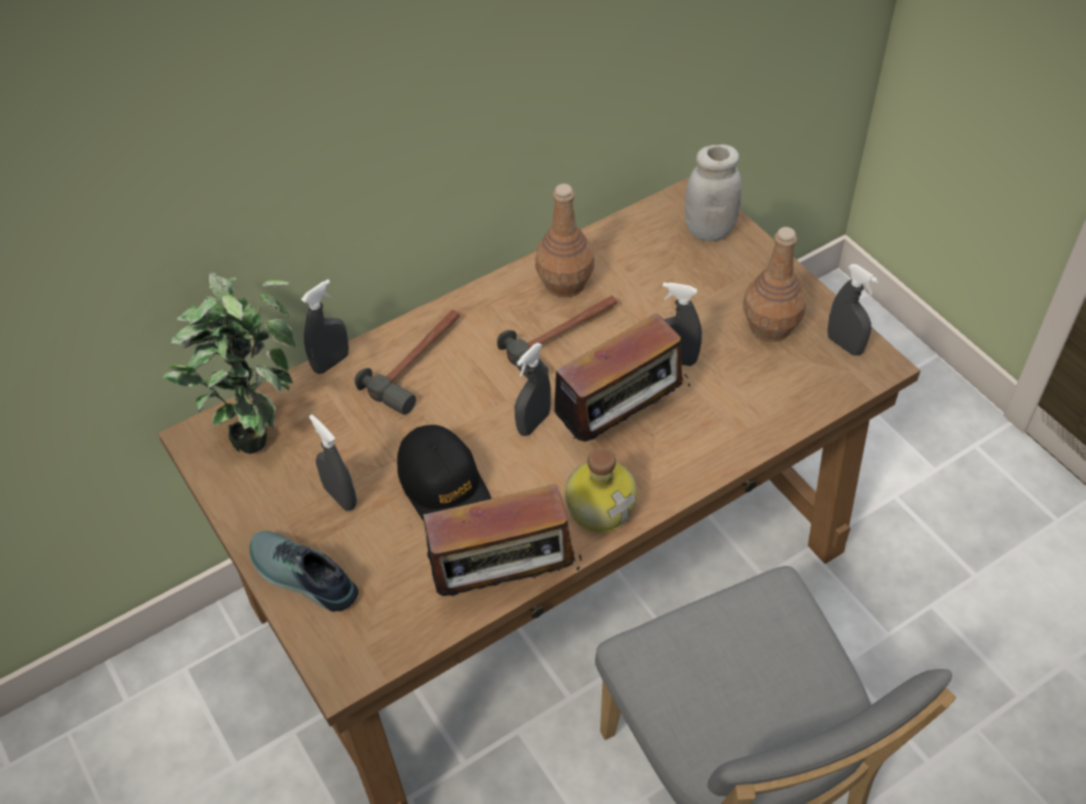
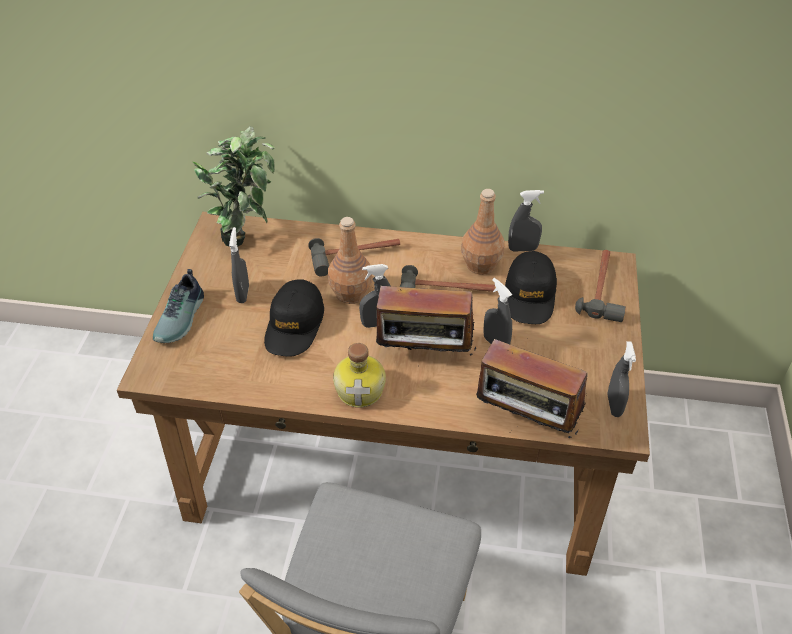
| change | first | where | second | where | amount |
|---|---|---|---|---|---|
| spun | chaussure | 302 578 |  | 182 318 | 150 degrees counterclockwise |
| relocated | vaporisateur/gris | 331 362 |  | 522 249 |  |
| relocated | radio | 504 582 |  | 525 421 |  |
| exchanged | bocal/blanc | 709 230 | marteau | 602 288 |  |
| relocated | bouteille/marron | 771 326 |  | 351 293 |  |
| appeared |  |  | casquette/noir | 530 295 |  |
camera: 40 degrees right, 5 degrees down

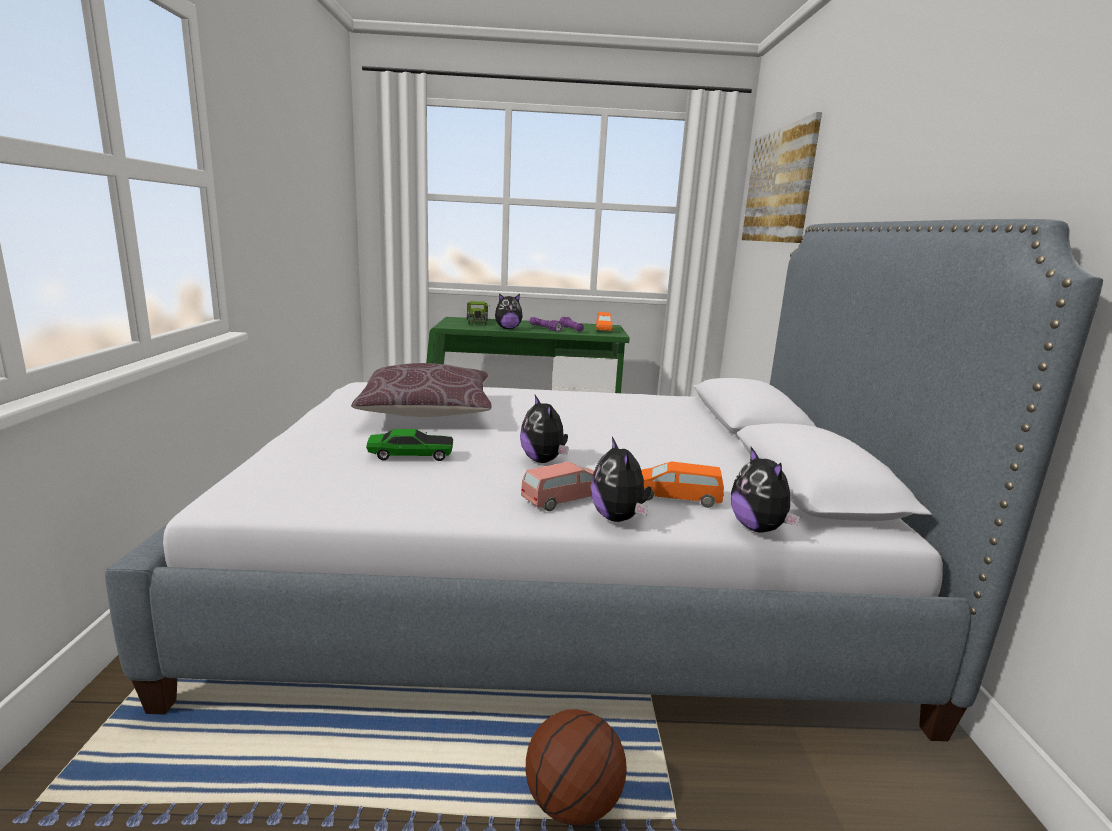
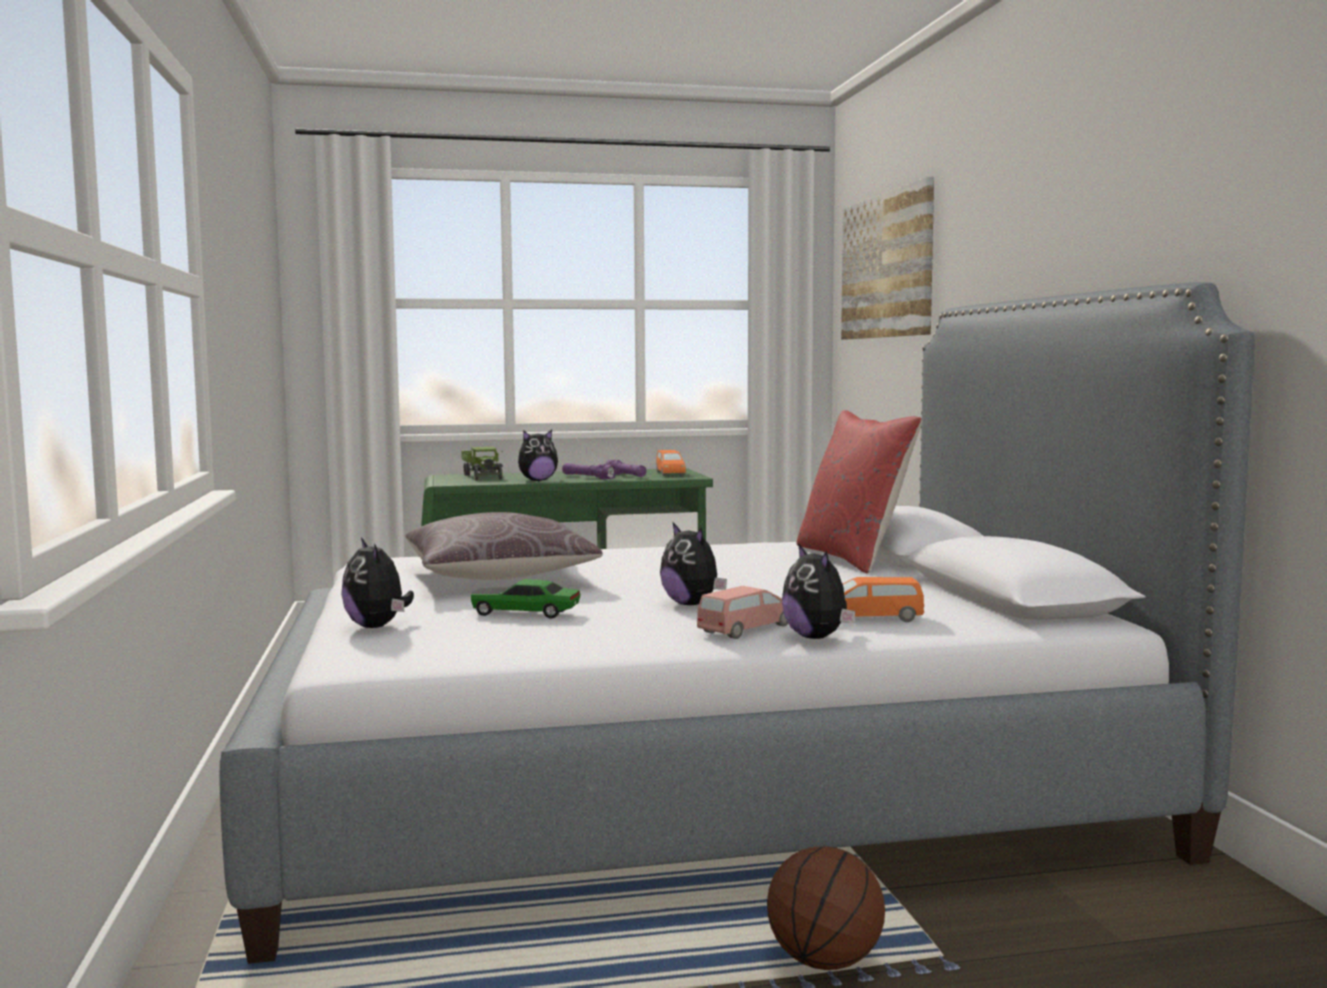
| change | first | where | second | where | amount |
|---|---|---|---|---|---|
| spun | petite voiture | 411 455 |  | 525 613 | 150 degrees counterclockwise |
| relocated | peluche | 759 528 |  | 377 626 |  |
| appeared |  |  | coussin/rouge | 853 558 |  |
camera: 10 degrees left, 10 degrees down

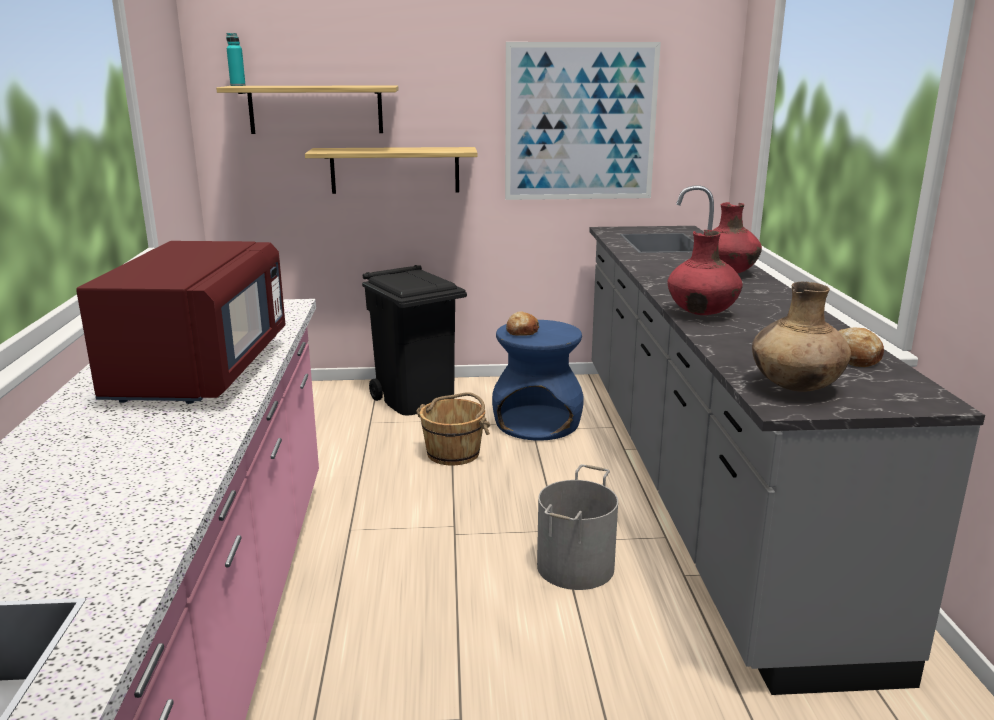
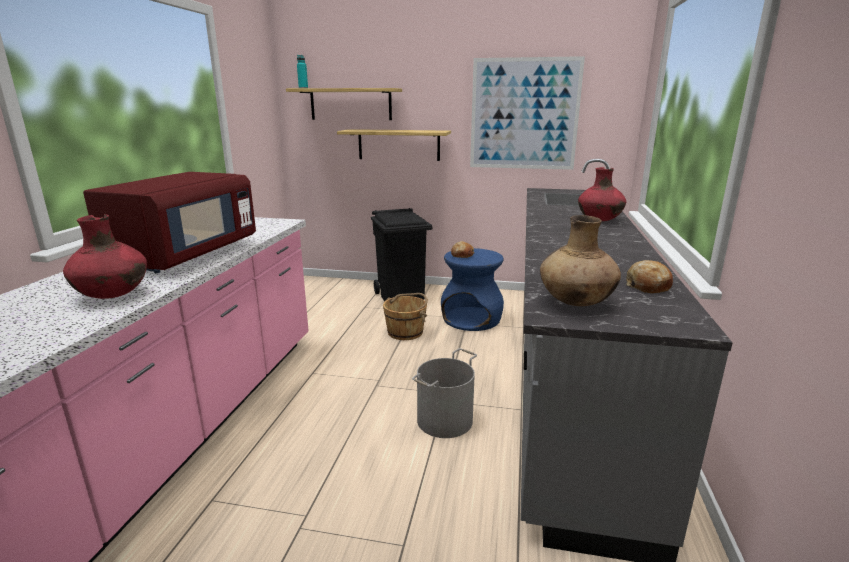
| change | first | where | second | where | amount |
|---|---|---|---|---|---|
| relocated | vase/rouge | 702 313 |  | 113 296 |  |
camera: 15 degrees right, 0 degrees up

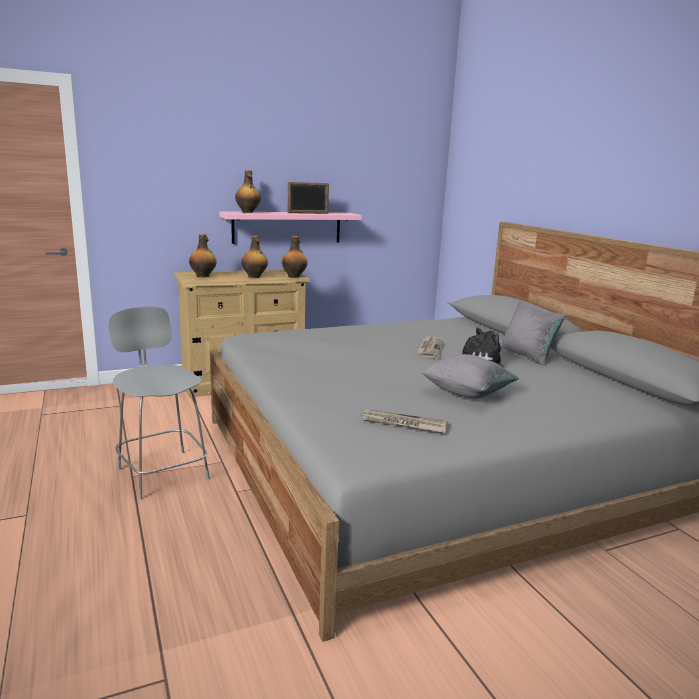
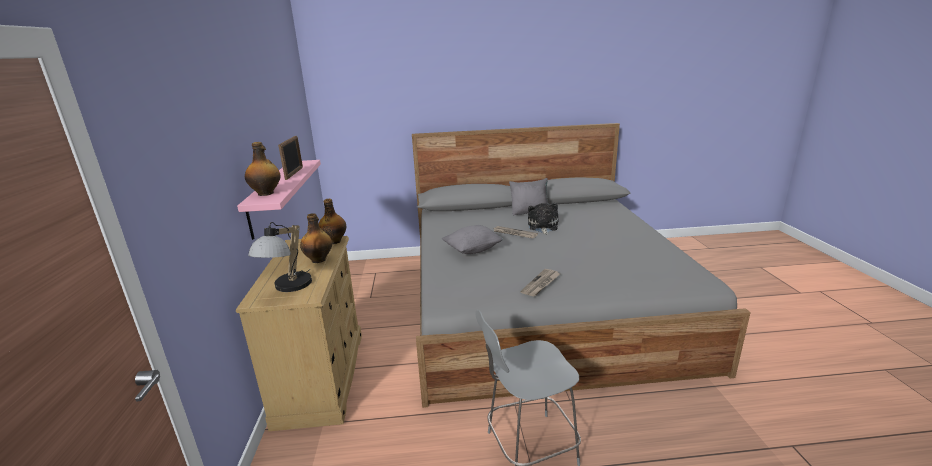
| change | first | where | second | where | amount |
|---|---|---|---|---|---|
| exchanged | bouteille | 203 276 | lampe de table | 288 288 |  |
| relocated | journal | 403 424 |  | 541 284 |  |
| relocated | coussin/gris | 467 393 |  | 473 250 |  |
camera: 70 degrees left, 5 degrees up

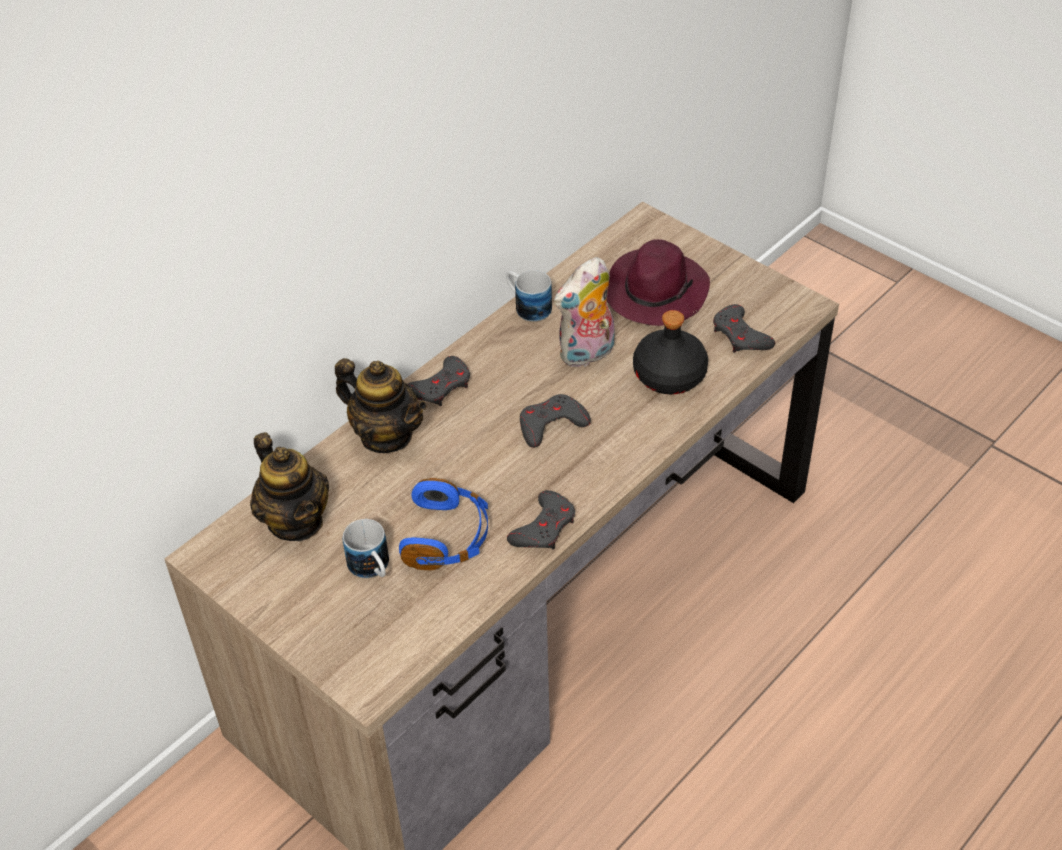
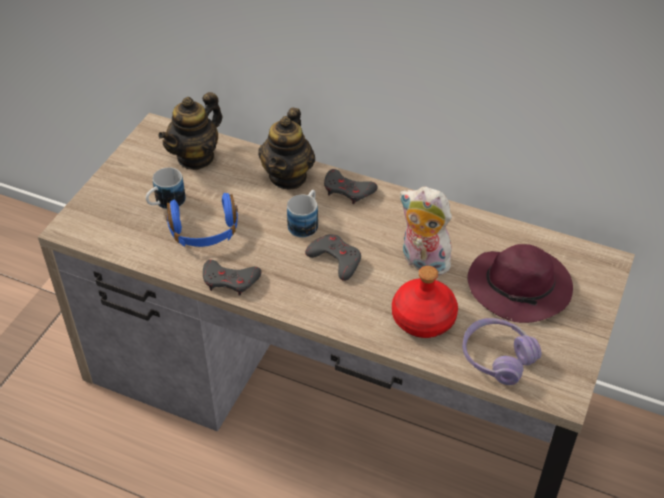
| change | first | where | second | where | amount |
|---|---|---|---|---|---|
| relocated | mug | 527 306 |  | 305 222 |  |
| colour | bouteille/noir | 668 375 | bouteille/rouge | 422 318 |  |
| exchanged | manette/gris | 740 335 | casque audio/violet | 497 357 |  |
camera: 70 degrees right, 0 degrees up

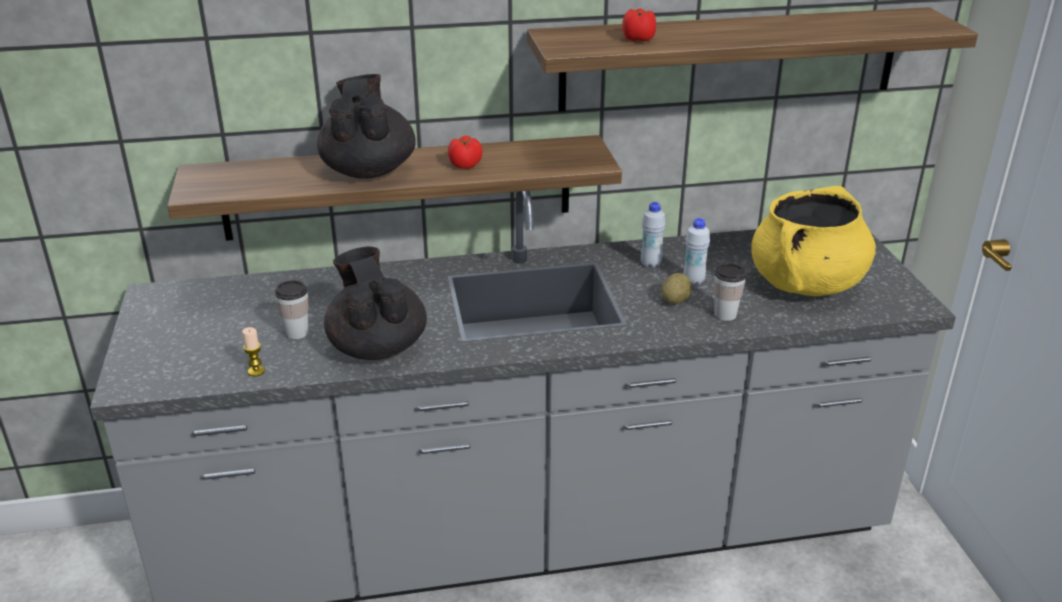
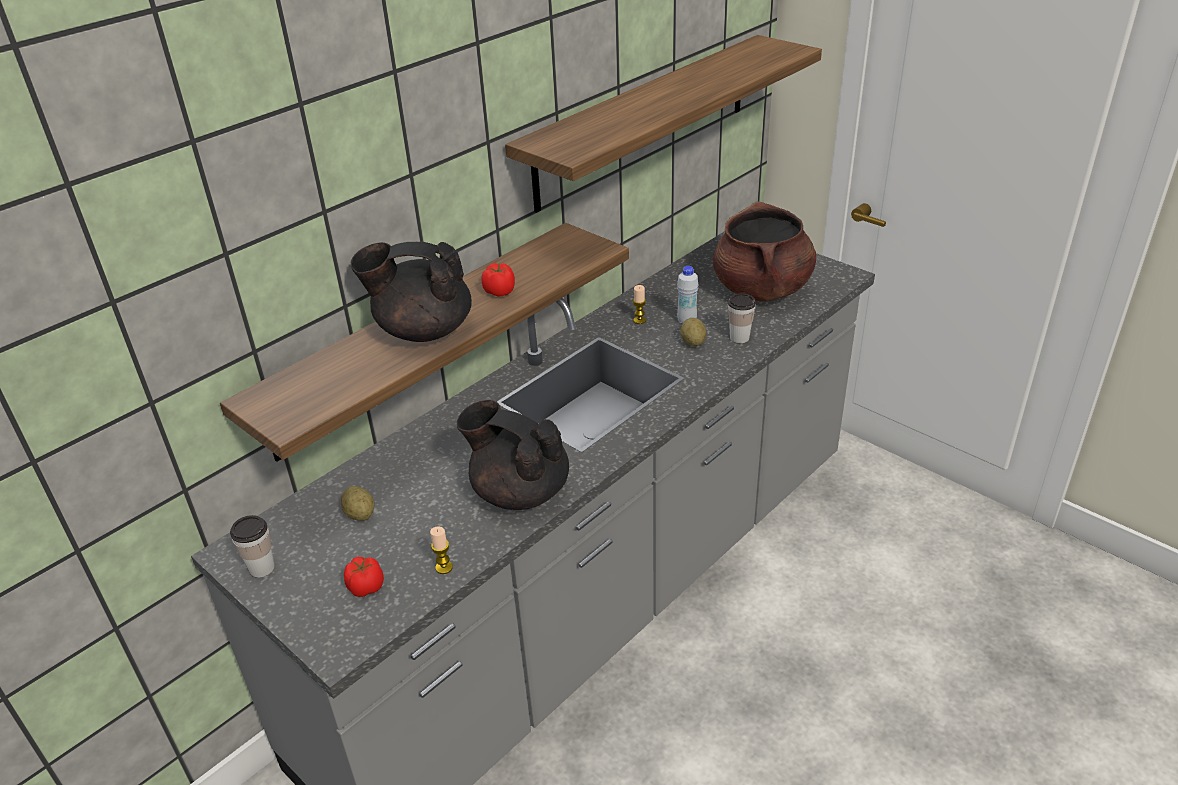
| change | first | where | second | where | amount |
|---|---|---|---|---|---|
| relocated | tasse | 297 333 |  | 262 568 |  |
| spun | théière/noir | 368 170 |  | 423 330 | 45 degrees counterclockwise |
| relocated | tomate | 638 39 |  | 366 586 |  |
| exchanged | bouteille/blanc | 650 264 | bougie | 639 320 |  |
| colour | marmite/jaune | 806 284 | marmite/marron | 762 290 |  |
| appeared |  |  | pomme de terre | 360 514 |  |
camera: 35 degrees left, 5 degrees up

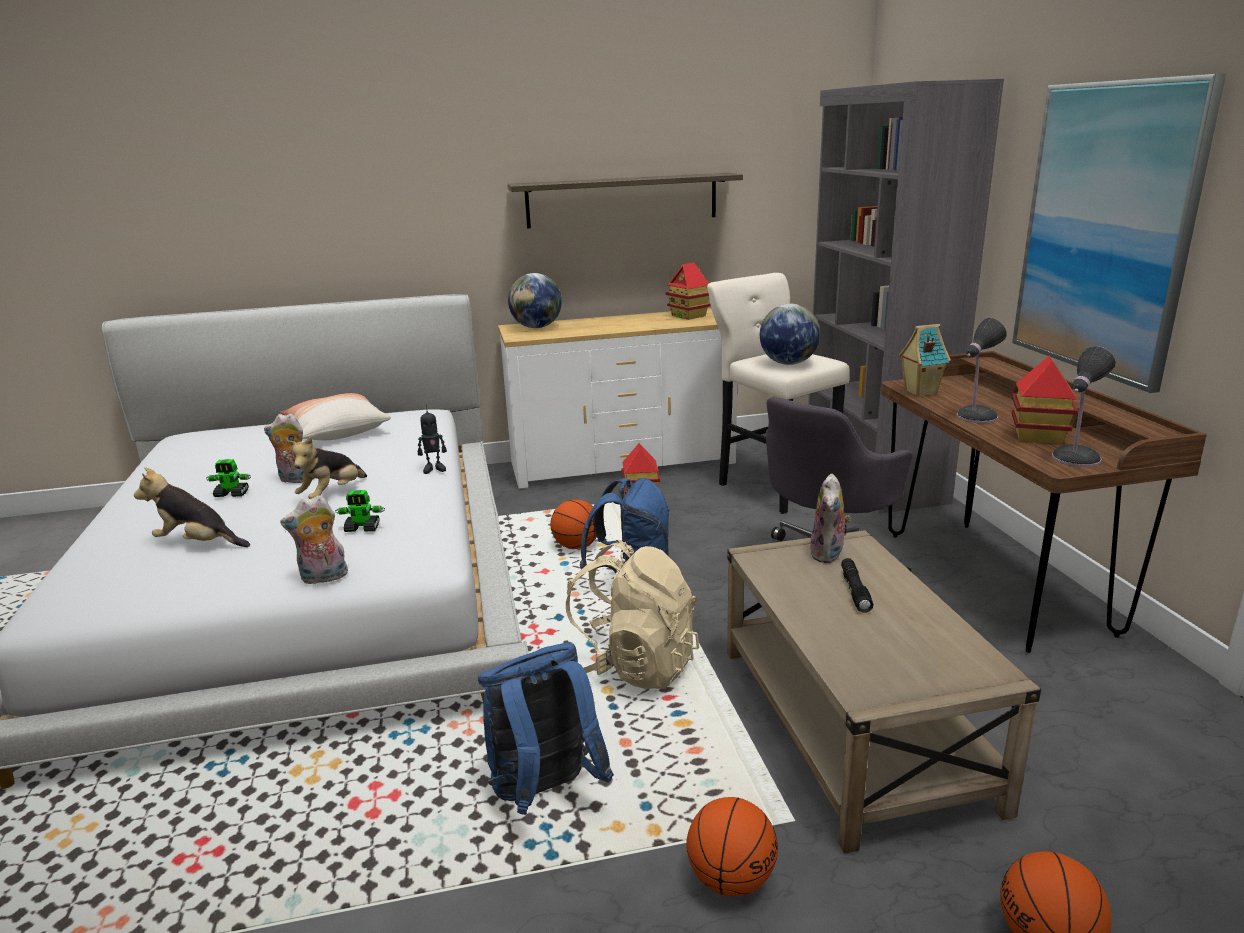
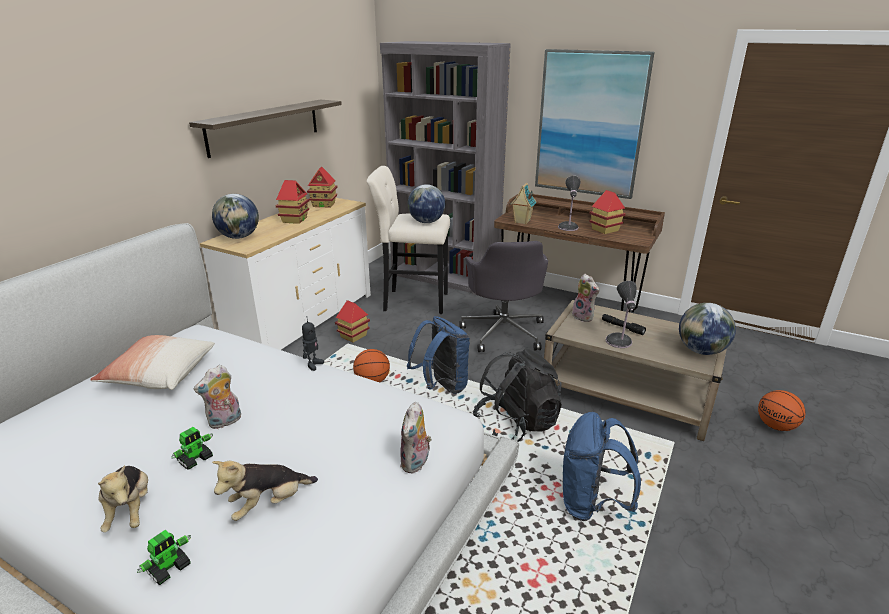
| change | first | where | second | where | amount |
|---|---|---|---|---|---|
| relocated | peluche | 332 494 |  | 130 510 |  |
| relocated | robot jouet | 363 528 |  | 169 568 |  |
| colour | sac à dos/beige | 632 666 | sac à dos/noir | 516 424 |  |
| missing | ballon de basket | 731 878 |  |  |  |
| relocated | lampe de table | 1074 459 |  | 619 342 |  |
| appeared |  |  | maison miniature | 294 220 |  |
| appeared |  |  | globe | 701 351 |  |
camera: 50 degrees left, 5 degrees up

